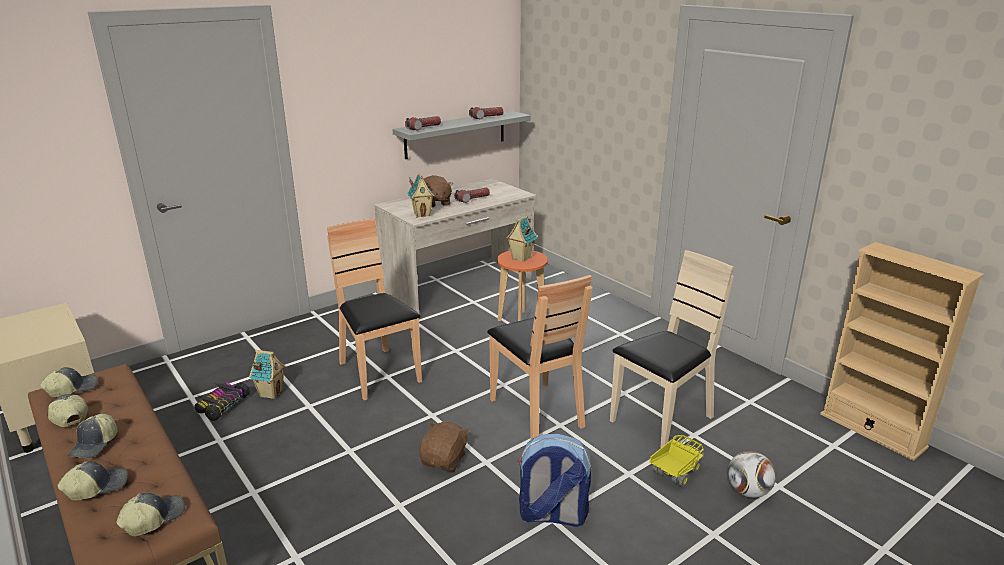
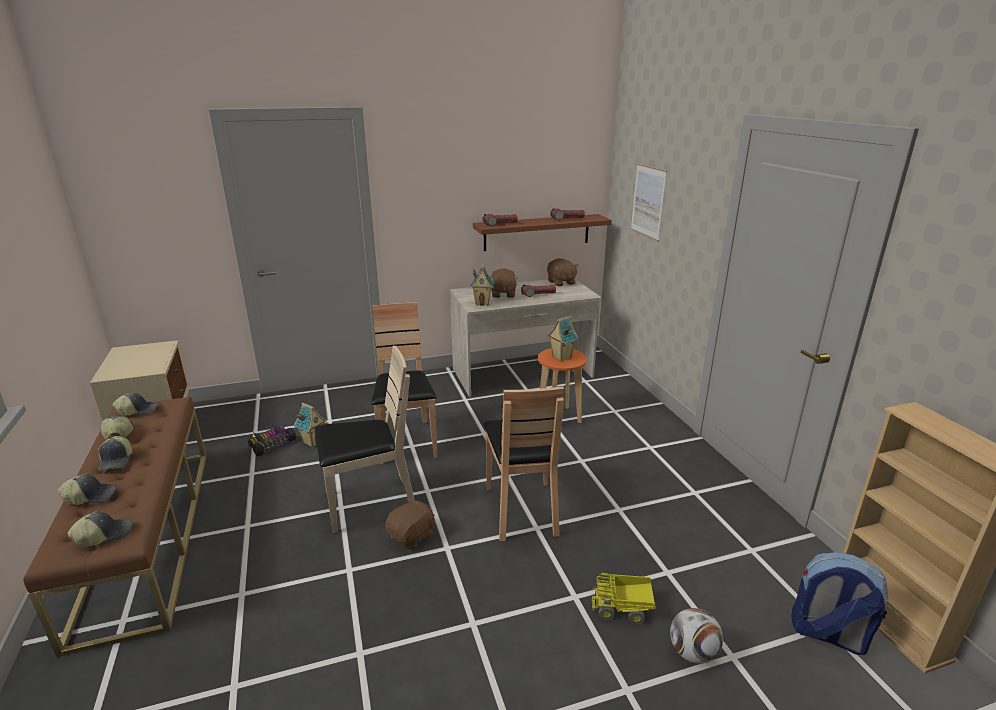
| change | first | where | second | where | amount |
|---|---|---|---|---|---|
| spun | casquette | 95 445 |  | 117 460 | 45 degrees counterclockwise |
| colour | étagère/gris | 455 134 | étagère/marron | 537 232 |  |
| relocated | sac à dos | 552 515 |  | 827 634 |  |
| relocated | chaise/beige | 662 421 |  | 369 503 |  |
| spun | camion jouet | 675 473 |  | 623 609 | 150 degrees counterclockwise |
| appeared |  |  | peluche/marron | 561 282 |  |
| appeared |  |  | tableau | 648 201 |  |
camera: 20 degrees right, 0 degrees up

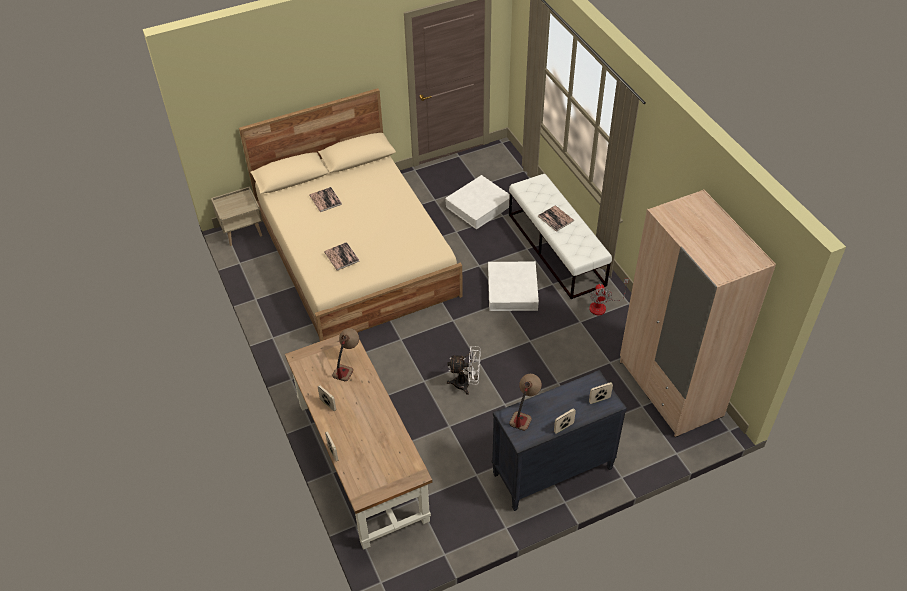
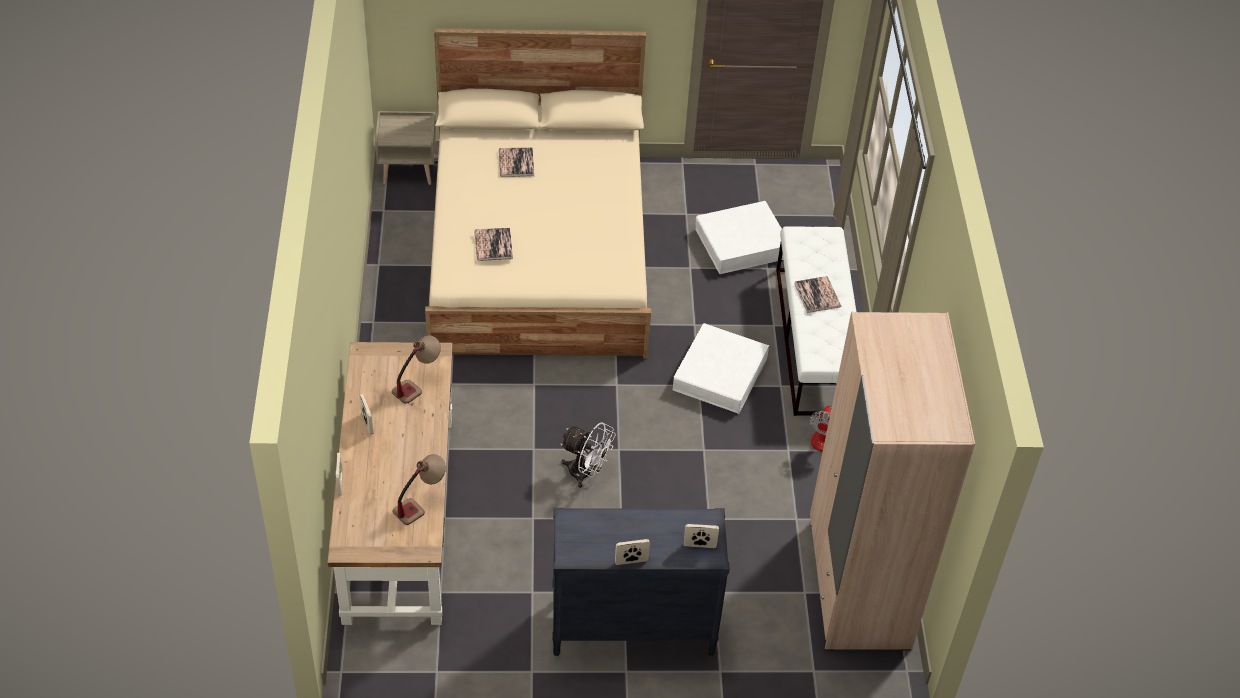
| change | first | where | second | where | amount |
|---|---|---|---|---|---|
| relocated | lampe de table | 524 412 |  | 420 504 |  |
camera: 20 degrees right, 0 degrees up

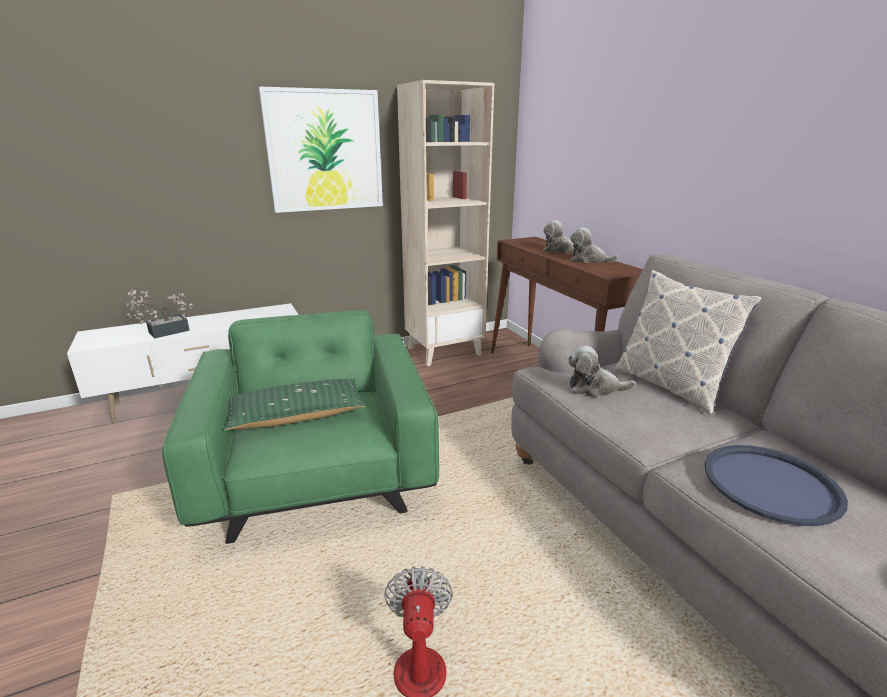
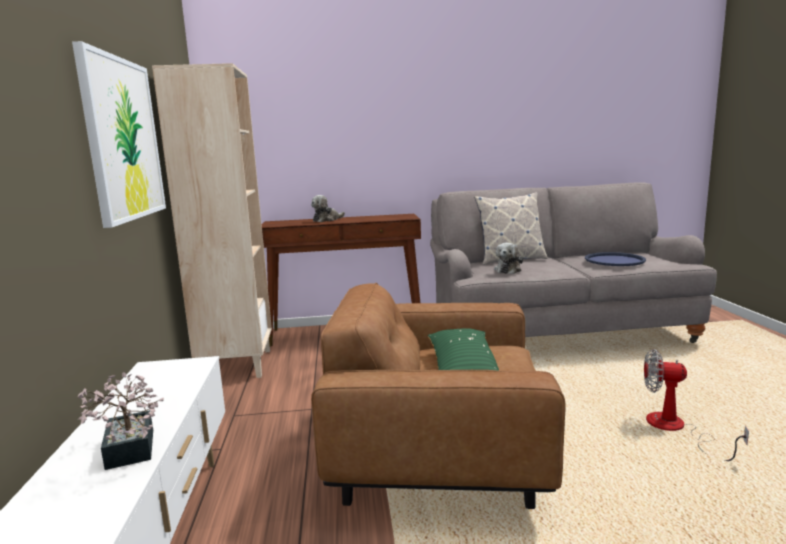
| change | first | where | second | where | amount |
|---|---|---|---|---|---|
| colour | fauteuil/vert | 317 476 | fauteuil/marron | 439 452 |  |
| missing | peluche | 588 260 |  |  |  |
camera: 70 degrees left, 10 degrees down

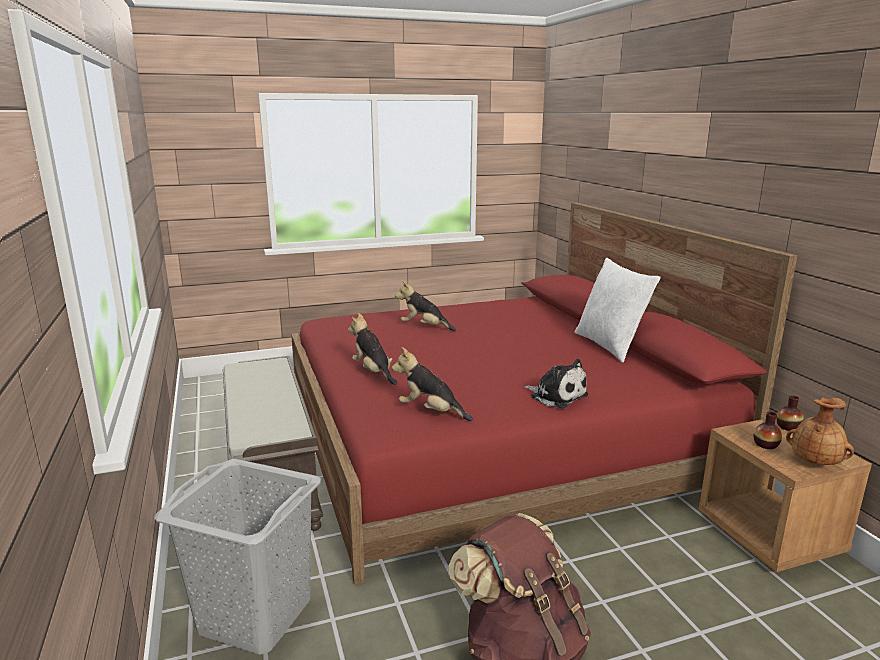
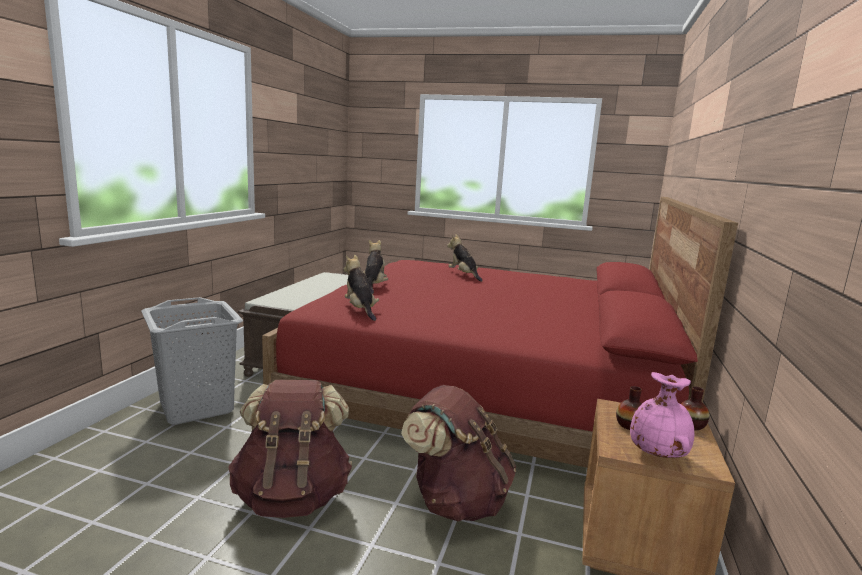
| change | first | where | second | where | amount |
|---|---|---|---|---|---|
| missing | peluche | 556 396 |  |  |  |
| missing | coussin/blanc | 610 345 |  |  |  |
| colour | vase/marron | 815 462 | vase/rose | 658 454 |  |
| appeared |  |  | sac à dos/marron | 456 501 |  |
camera: 35 degrees right, 5 degrees down

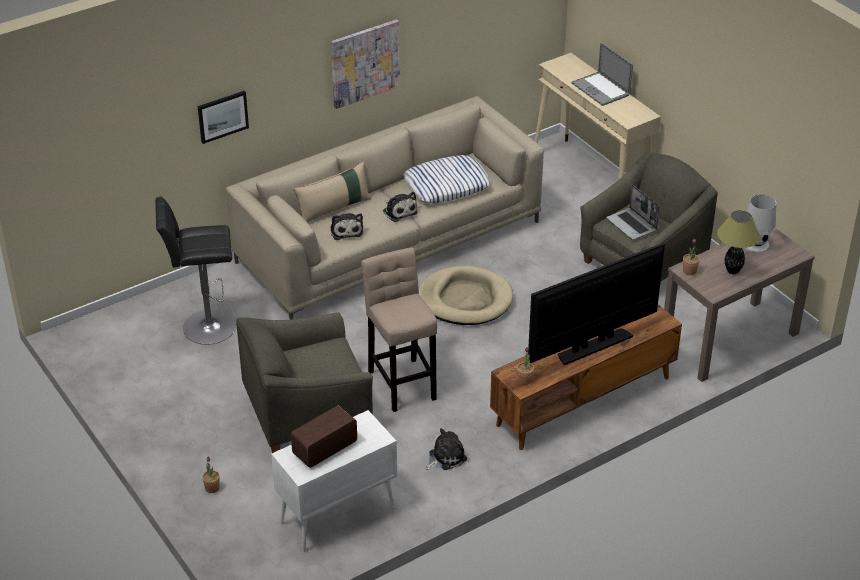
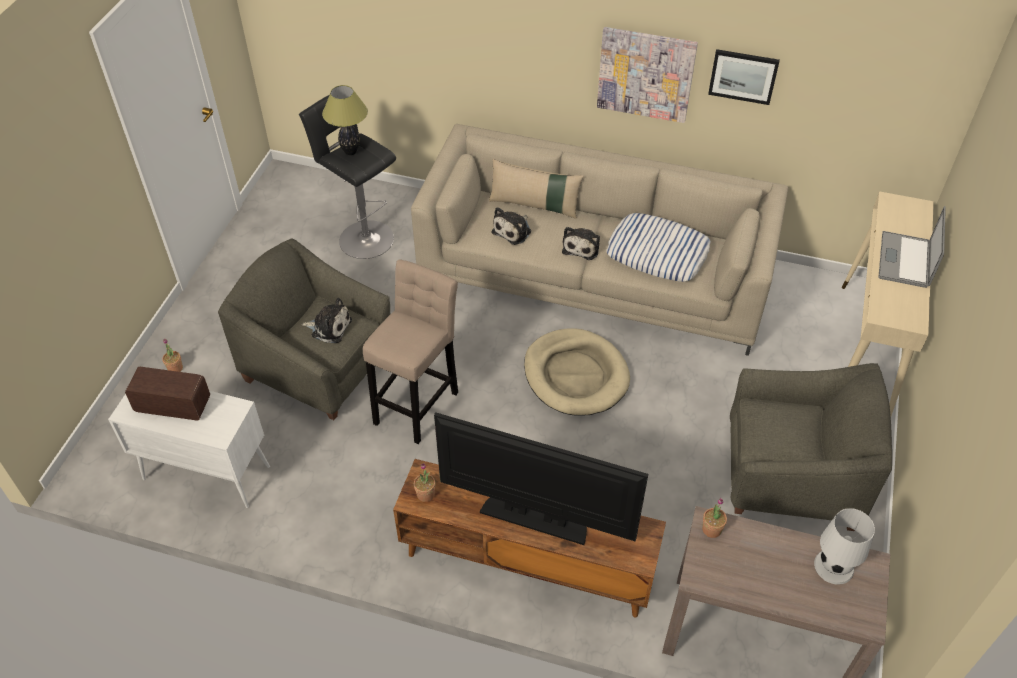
| change | first | where | second | where | amount |
|---|---|---|---|---|---|
| relocated | tableau | 222 116 |  | 743 76 |  |
| relocated | peluche | 445 457 |  | 329 327 |  |
| missing | ordinateur portable | 632 225 |  |  |  |
| relocated | lampe de table | 732 271 |  | 350 152 |  |
camera: 50 degrees right, 10 degrees up

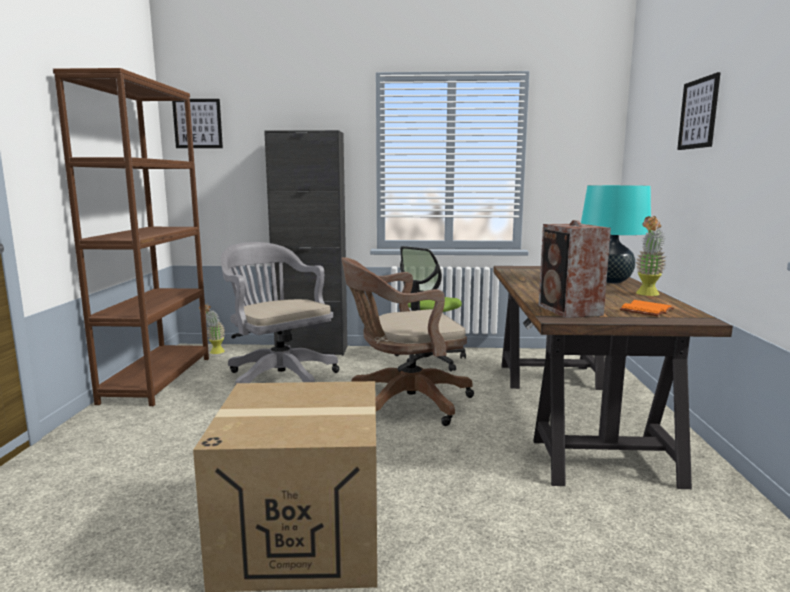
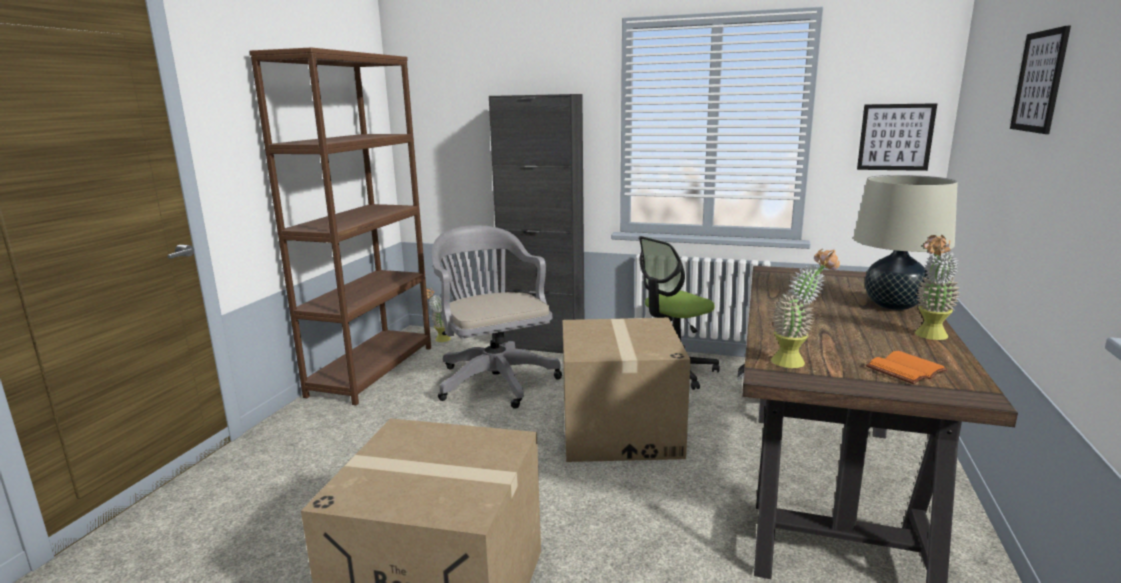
| change | first | where | second | where | amount |
|---|---|---|---|---|---|
| relocated | tableau | 198 123 |  | 895 137 |  |
| exchanged | chaise de bureau/marron | 404 403 | carton | 619 430 |  |
| exchanged | enceinte | 570 311 | plante en pot | 796 362 |  |
| colour | lampe de table/turquoise | 610 281 | lampe de table/beige | 893 305 |  |
camera: 15 degrees right, 5 degrees up

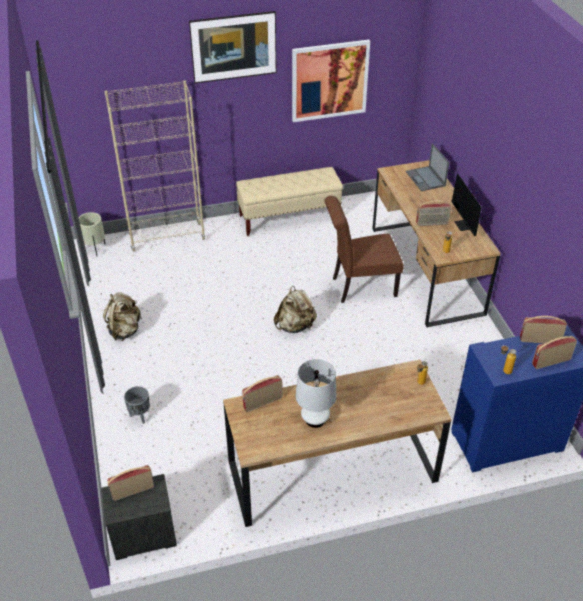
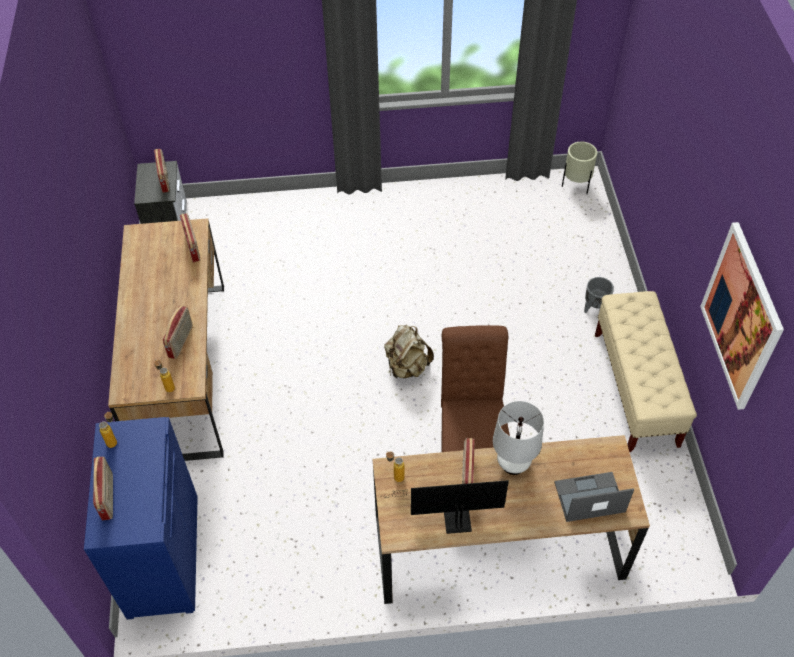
| change | first | where | second | where | amount |
|---|---|---|---|---|---|
| missing | sac à dos/beige | 125 330 |  |  |  |
| missing | bibliothèque/beige | 167 237 |  |  |  |
| relocated | cache-pot/gris | 140 416 |  | 595 308 |  |
| missing | tableau | 234 62 |  |  |  |
| relocated | lampe de table/blanc | 315 419 |  | 513 464 |  |
| relocated | radio | 539 340 |  | 181 341 |  |
camera: 100 degrees right, 10 degrees up

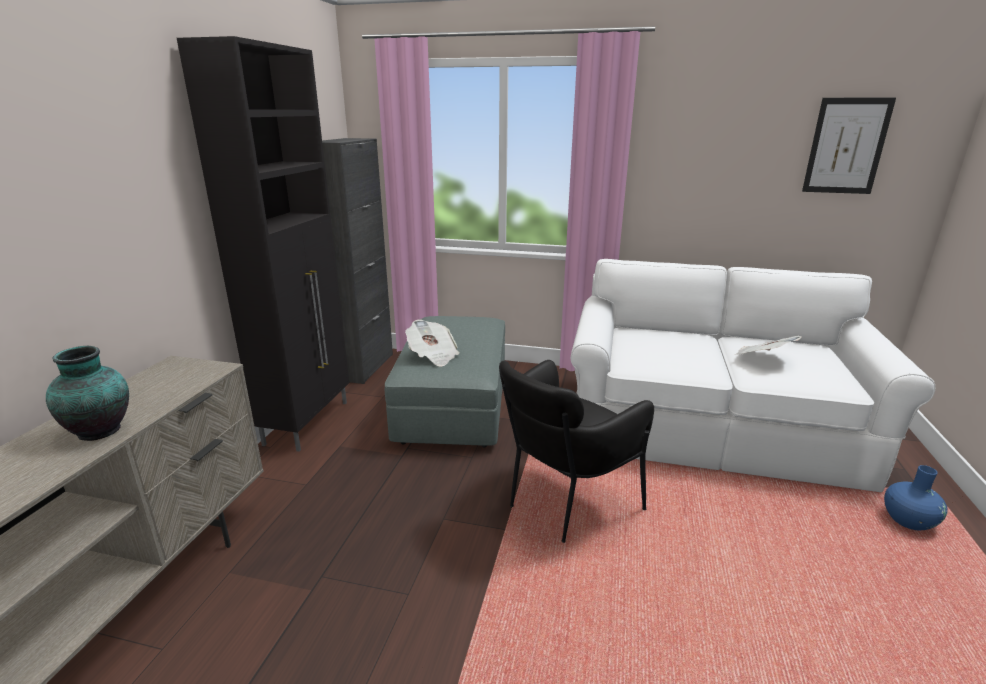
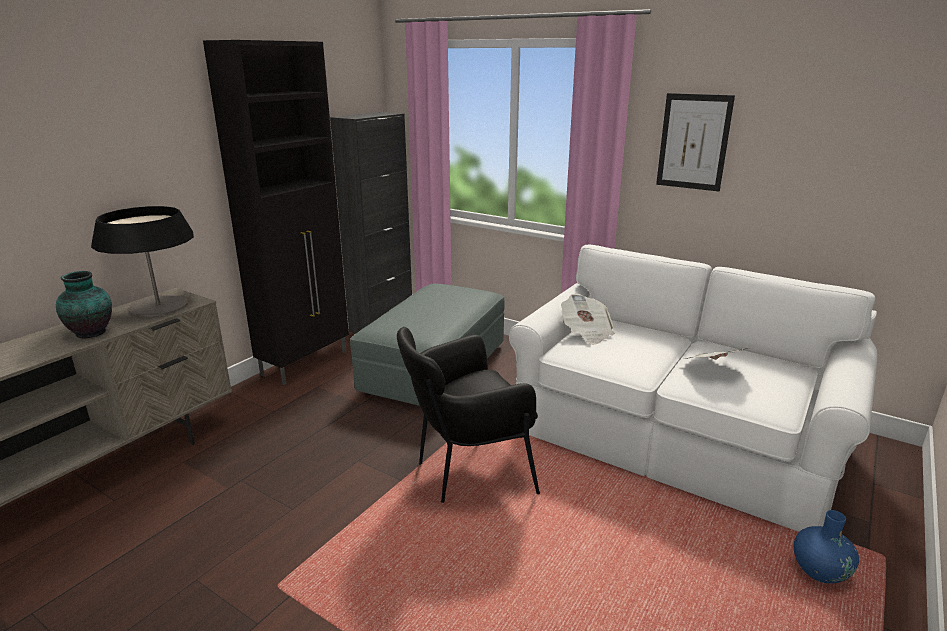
| change | first | where | second | where | amount |
|---|---|---|---|---|---|
| relocated | journal | 433 356 |  | 586 333 |  |
| relocated | tableau | 846 146 |  | 693 142 |  |
| appeared |  |  | lampe de table | 159 306 |  |
camera: 20 degrees right, 0 degrees up

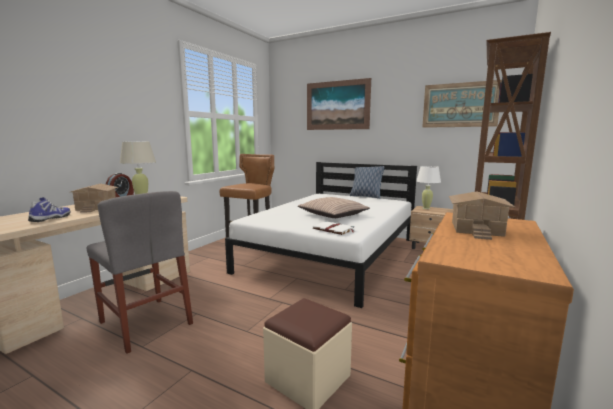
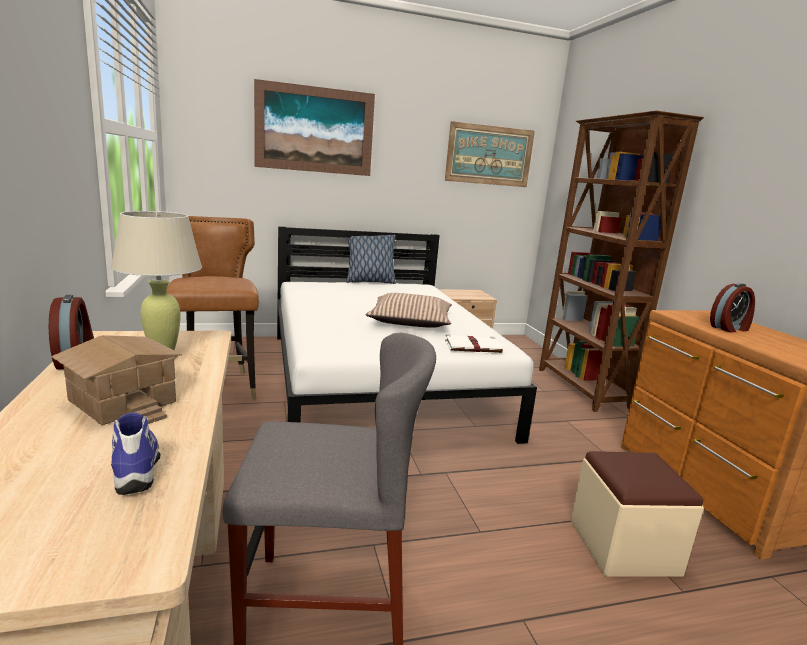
| change | first | where | second | where | amount |
|---|---|---|---|---|---|
| missing | lampe de table/blanc | 426 208 |  |  |  |
| exchanged | maison miniature | 477 229 | réveil | 730 328 |  |
camera: 45 degrees left, 5 degrees up

